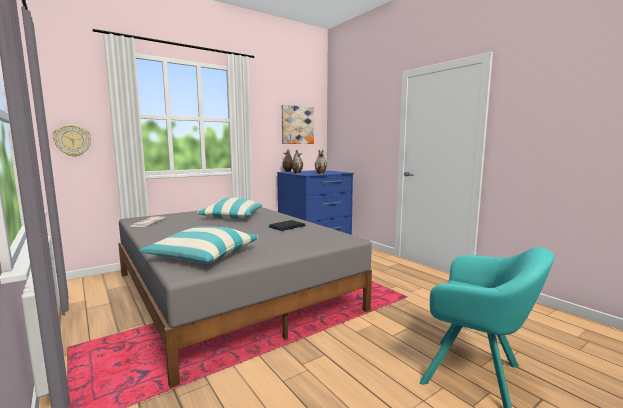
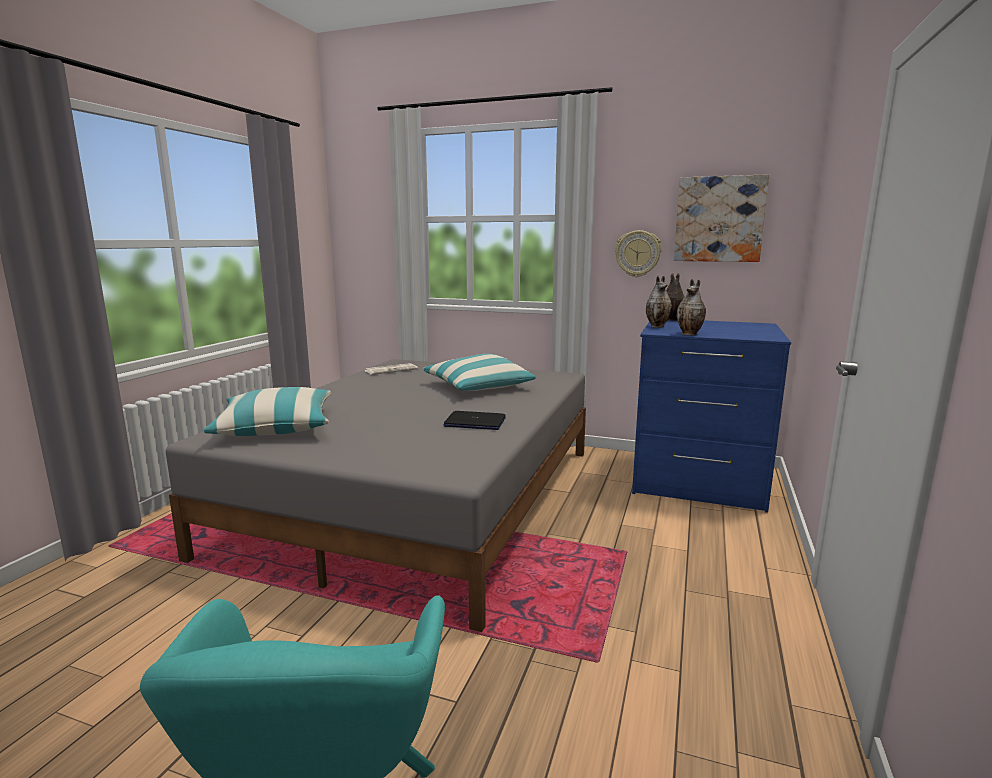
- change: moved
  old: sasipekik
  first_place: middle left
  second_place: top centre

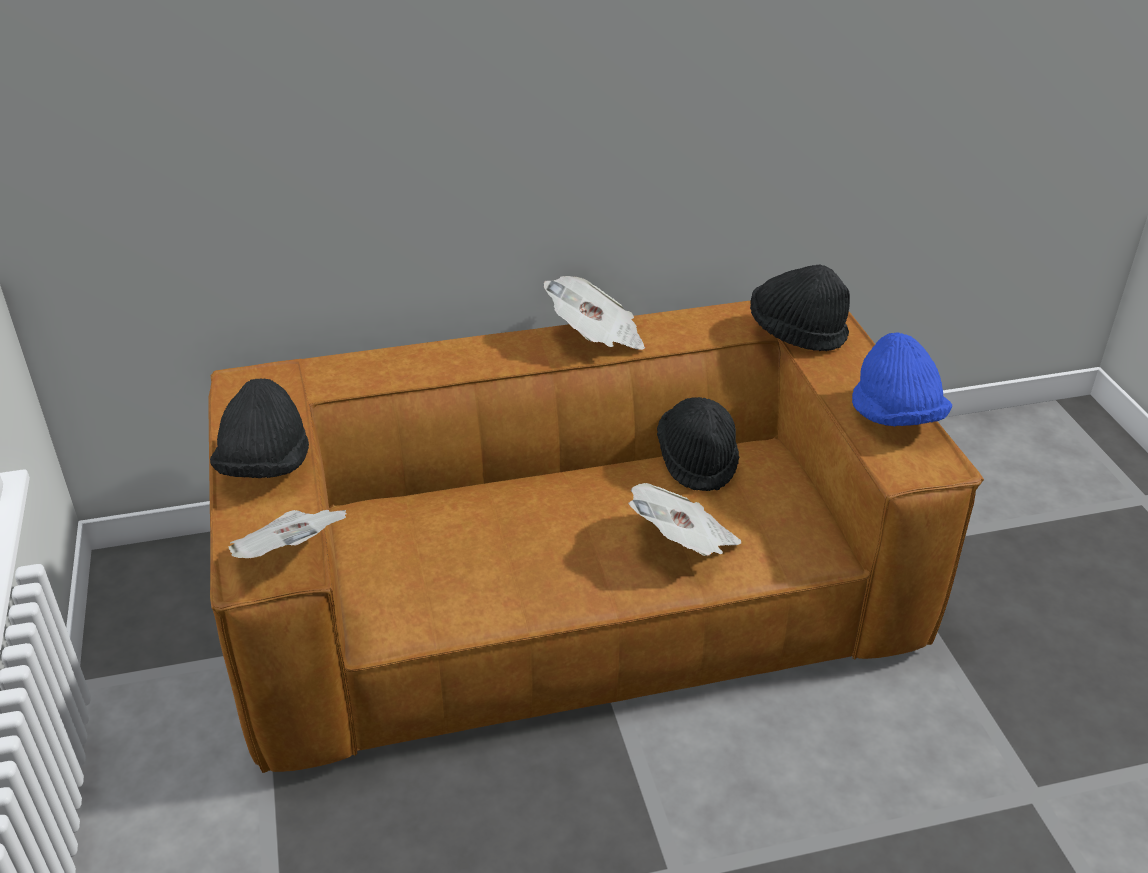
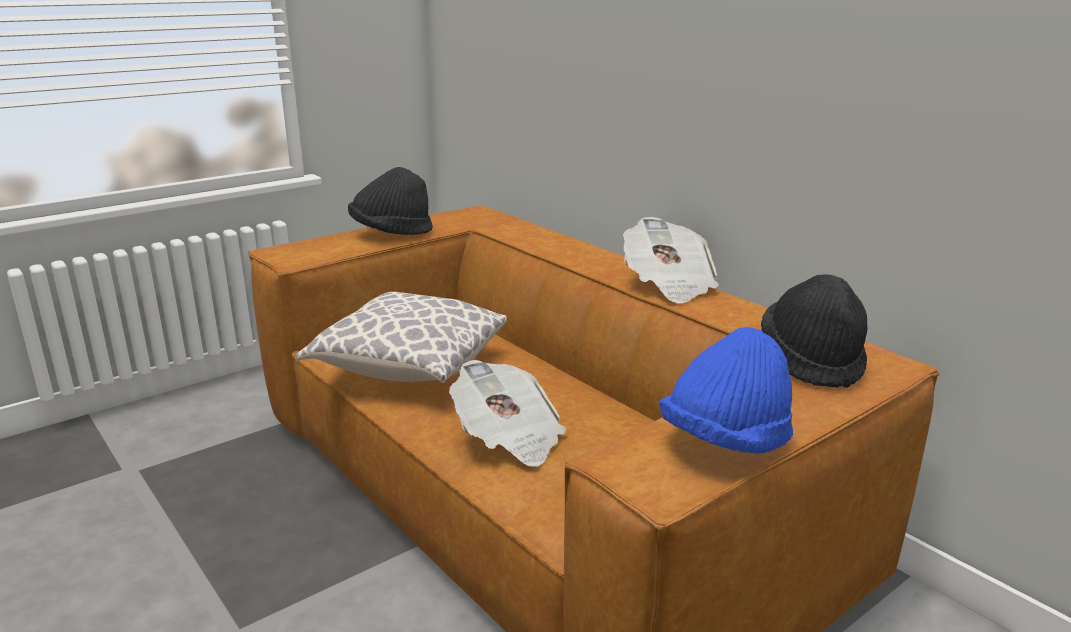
- change: removed
  old: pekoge (1st from left)
  first_place: middle left
- change: removed
  old: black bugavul (2nd from left)
  first_place: centre
- change: added
  new: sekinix
  second_place: centre

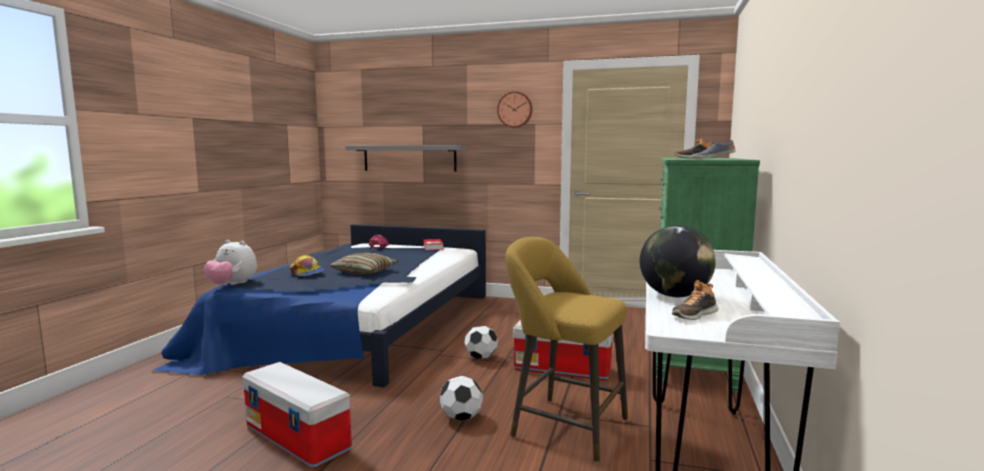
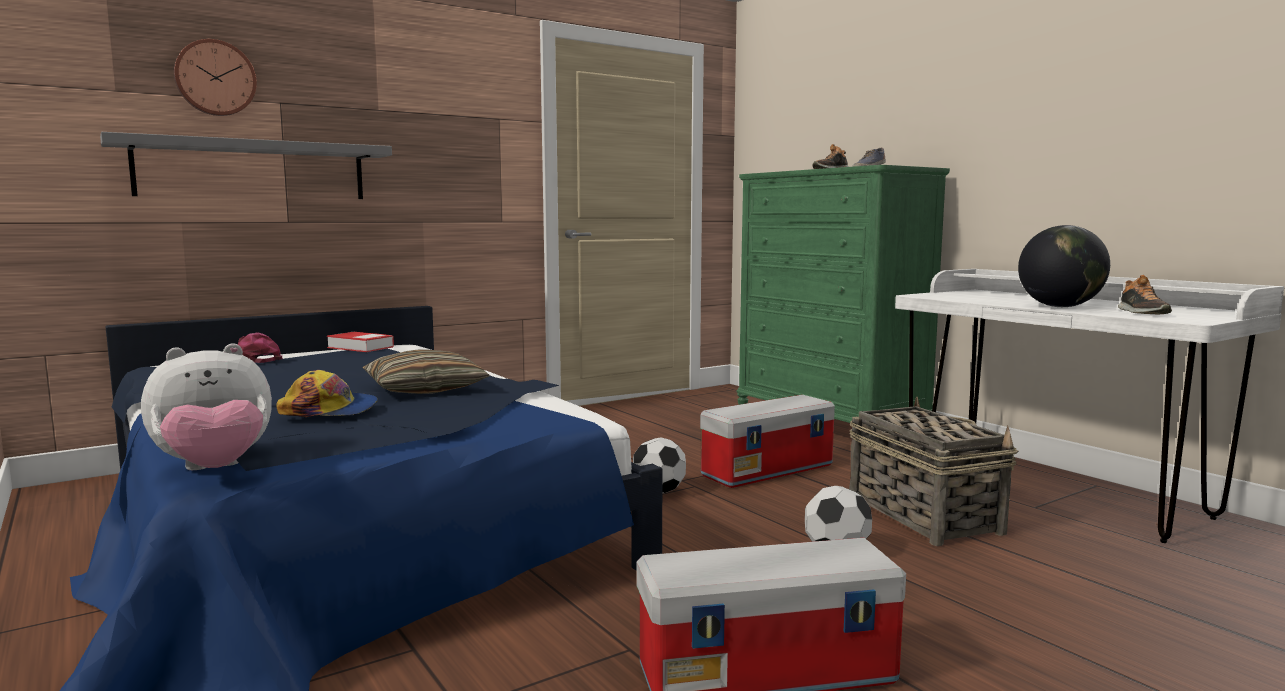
- change: moved
  old: sasipekik
  first_place: top centre
  second_place: top left
- change: replaced
  old: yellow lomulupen
  new: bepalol
  first_place: bottom centre
  second_place: bottom right

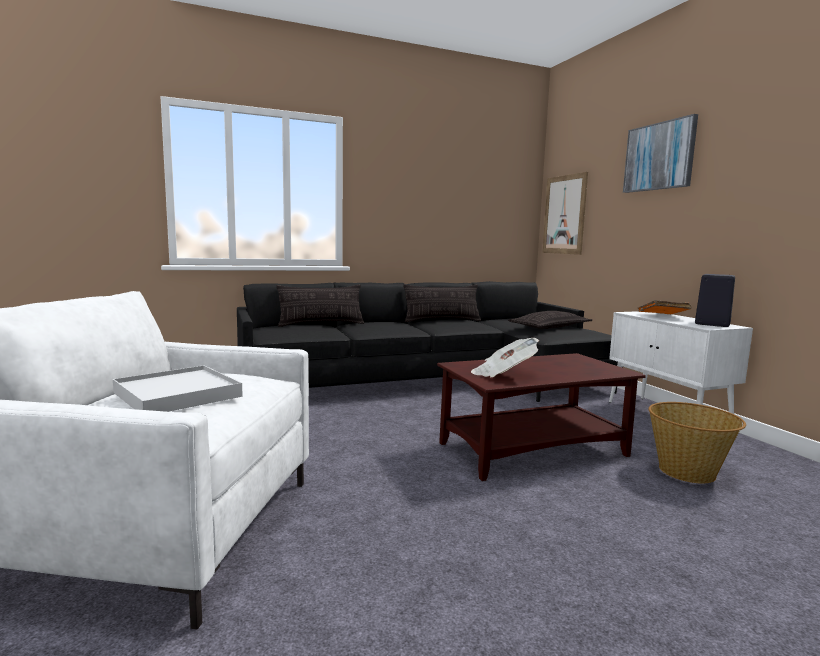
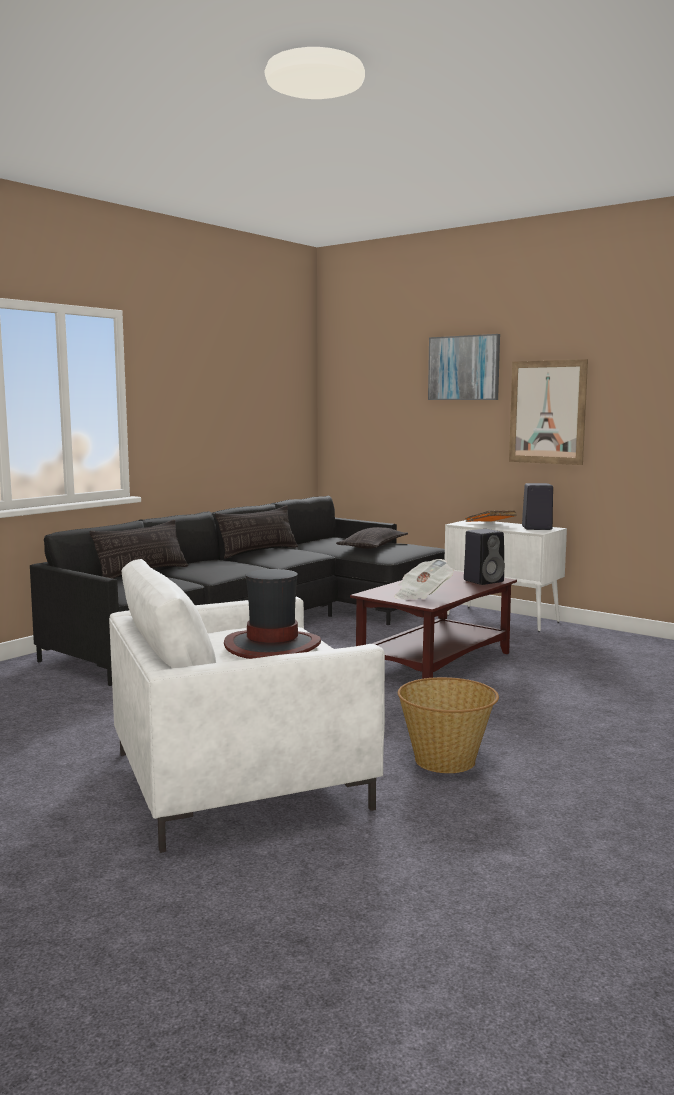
- change: added
  new: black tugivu (1st from left)
  second_place: middle right
- change: moved
  old: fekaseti (1st from left in the first image)
  new: fekaseti (2nd from left)
  first_place: top right
  second_place: middle right
- change: moved
  old: bepalol
  first_place: bottom right
  second_place: centre
- change: replaced
  old: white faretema
  new: bugavul
  first_place: middle left
  second_place: centre

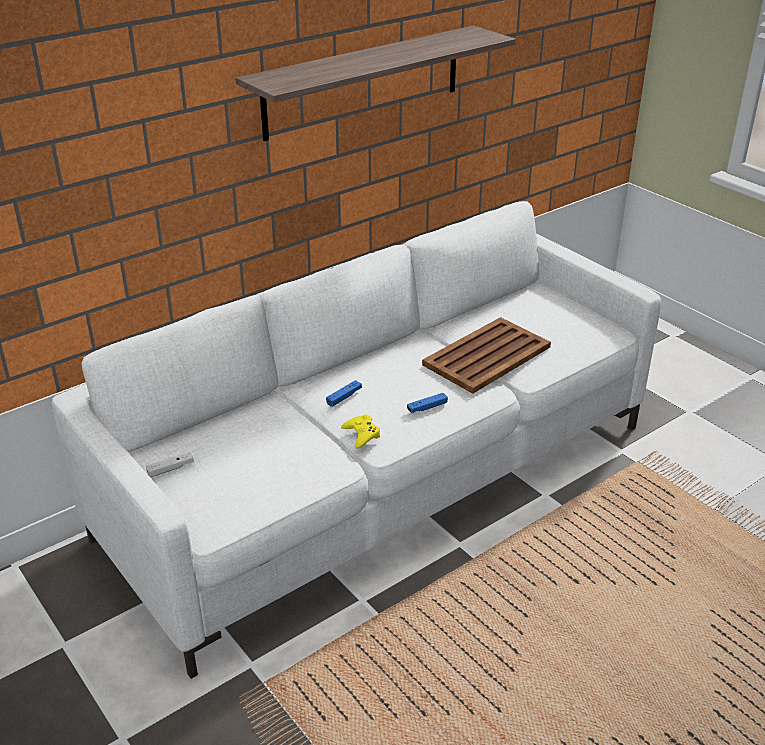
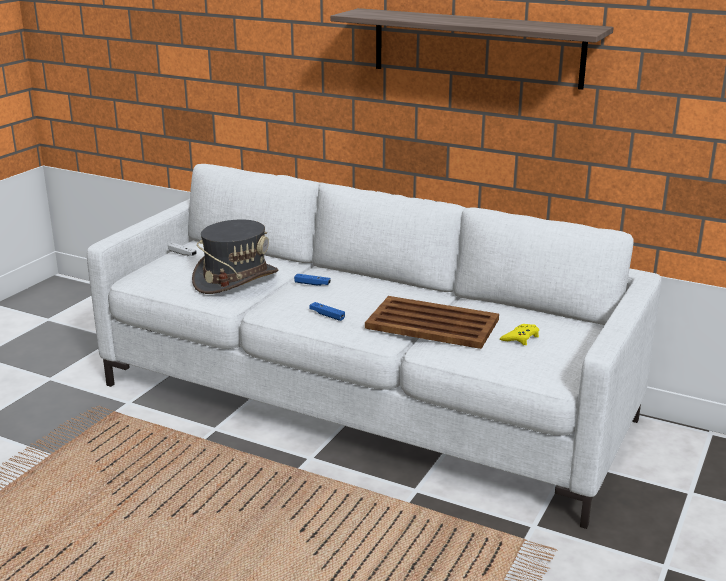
- change: added
  new: grey bugavul
  second_place: middle left
- change: moved
  old: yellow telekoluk
  first_place: centre
  second_place: middle right

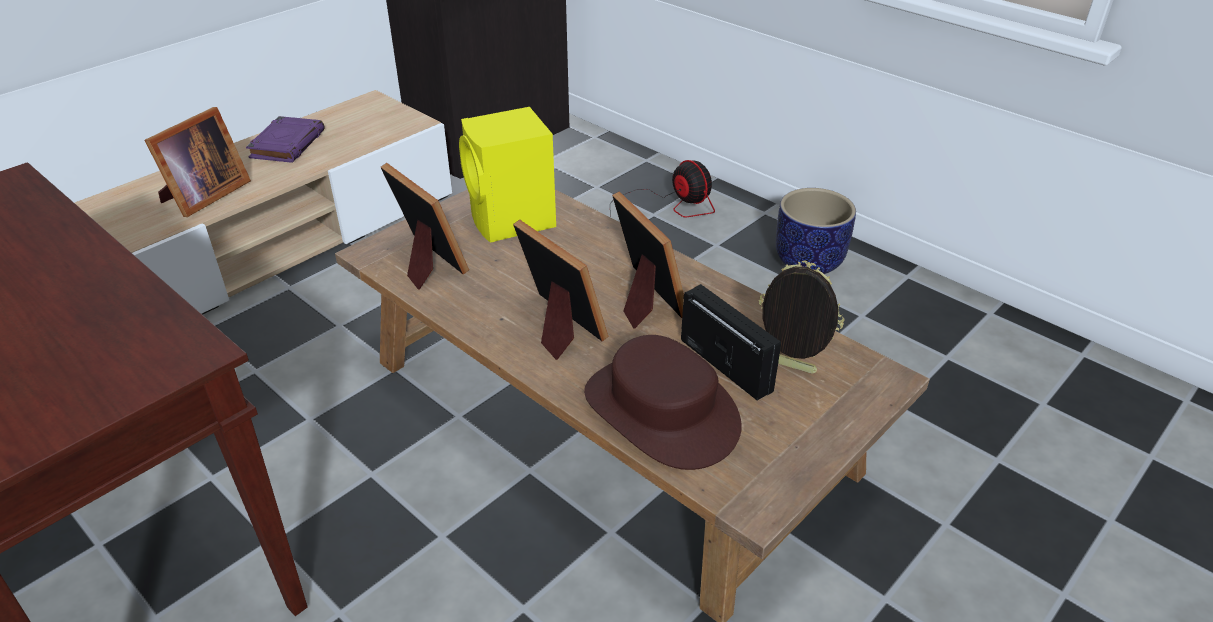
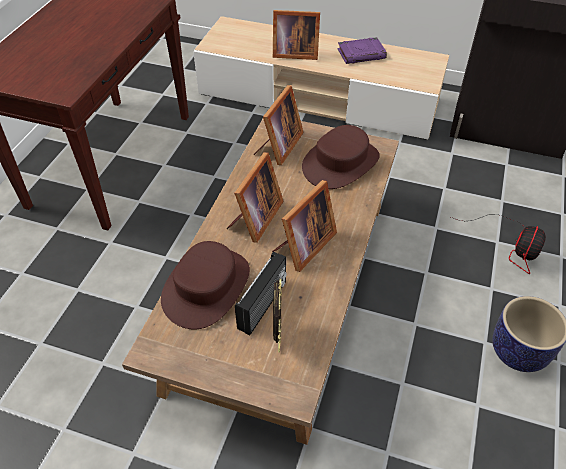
- change: replaced
  old: yellow tugivu
  new: brown bugavul (2nd from left)
  first_place: top centre
  second_place: centre

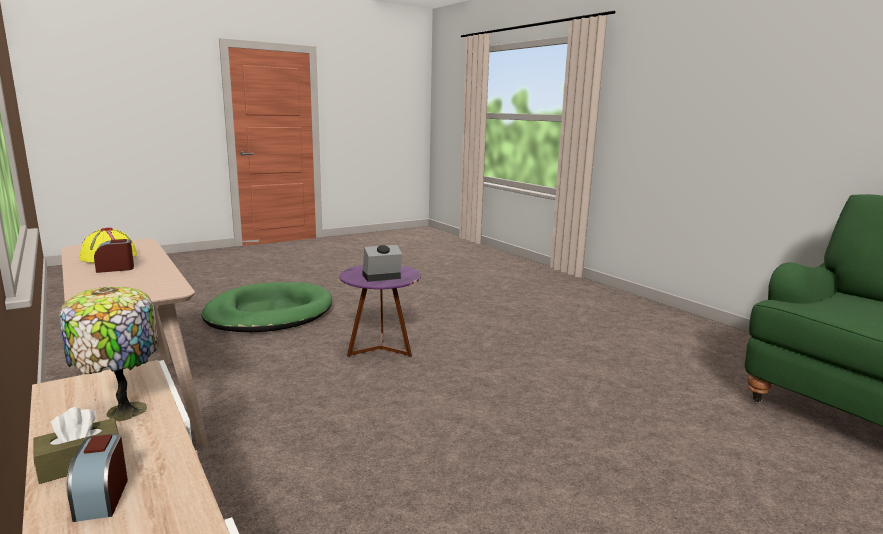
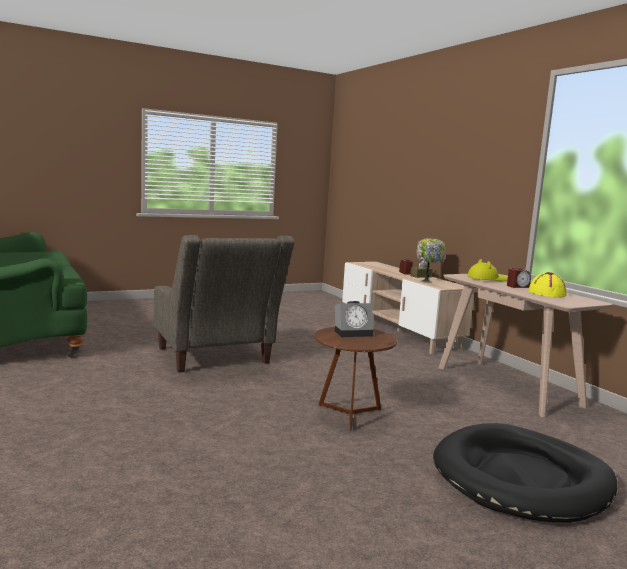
- change: added
  new: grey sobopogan
  second_place: centre
- change: added
  new: yellow bugavul (1st from left)
  second_place: middle right
- change: recoloured
  old: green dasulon
  new: black dasulon
  first_place: middle left
  second_place: bottom right
- change: recoloured
  old: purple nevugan
  new: brown nevugan
  first_place: centre
  second_place: centre

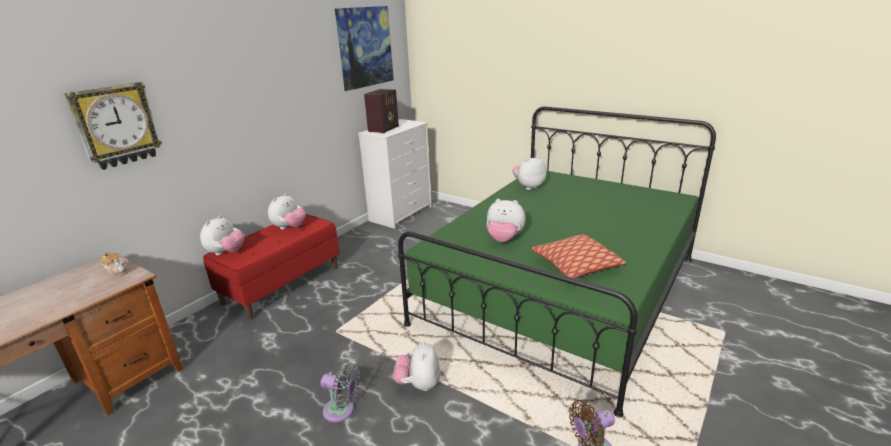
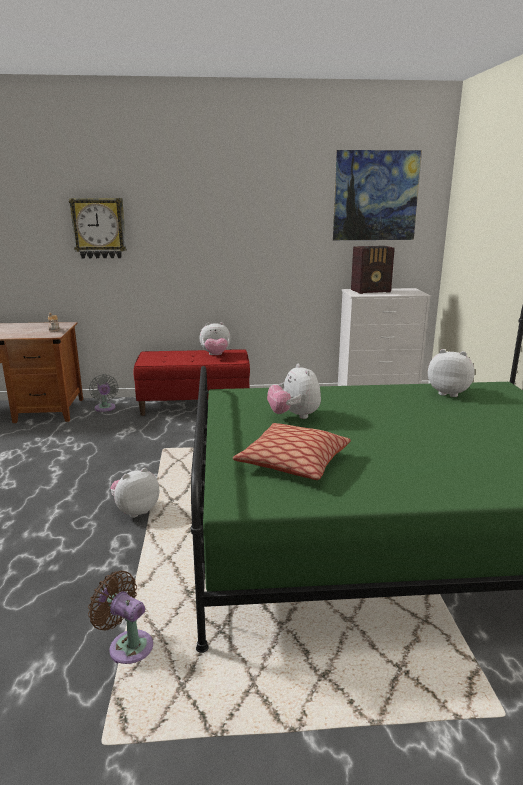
- change: removed
  old: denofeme (1st from left)
  first_place: middle left
- change: moved
  old: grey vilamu
  first_place: bottom centre
  second_place: middle left

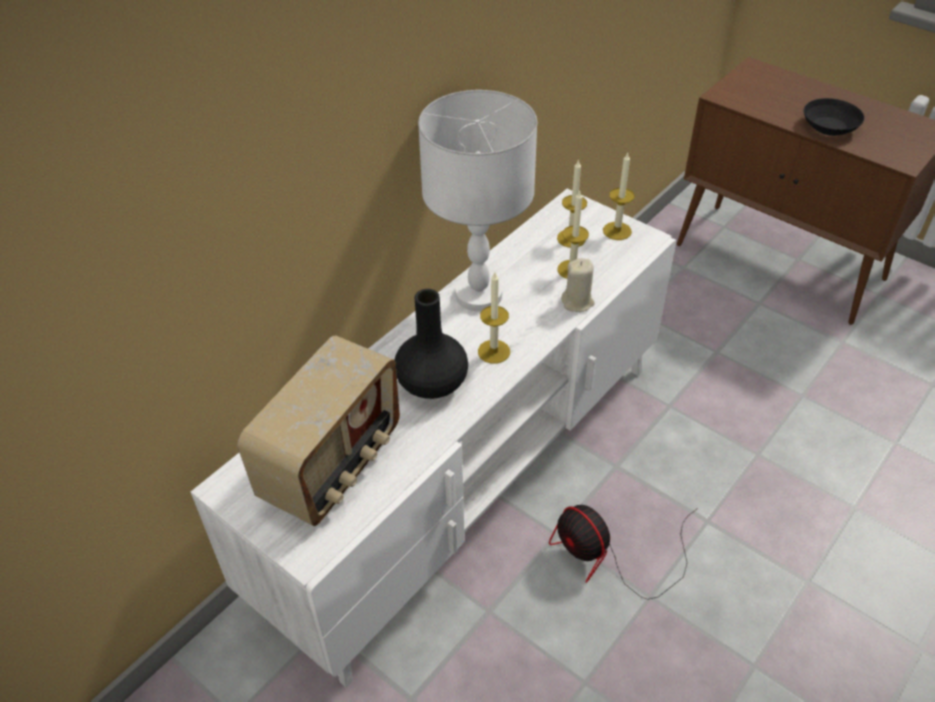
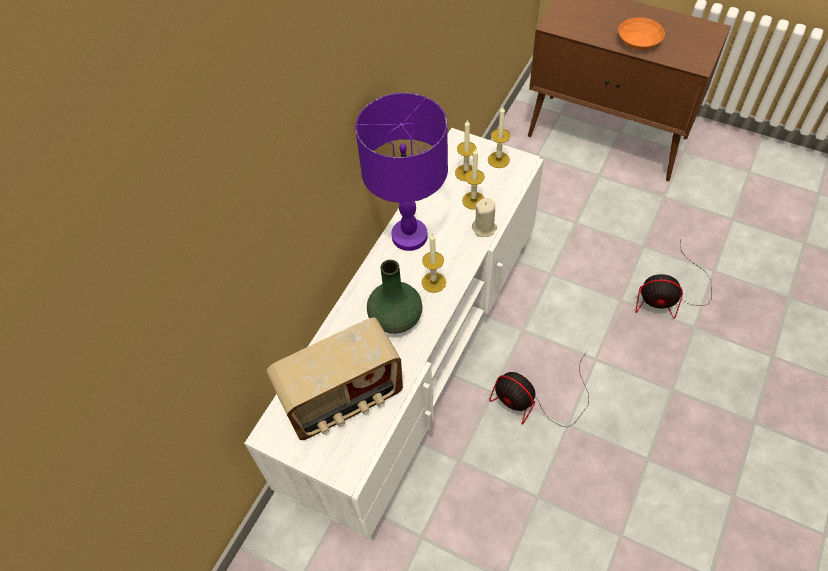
- change: added
  new: vilamu (2nd from left)
  second_place: middle right
- change: recoloured
  old: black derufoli
  new: green derufoli
  first_place: centre
  second_place: centre
- change: recoloured
  old: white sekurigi
  new: purple sekurigi
  first_place: top centre
  second_place: top centre
- change: recoloured
  old: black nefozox
  new: orange nefozox
  first_place: top right
  second_place: top right
- change: turned
  old: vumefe
  first_place: centre
  second_place: centre
  degrees: 45

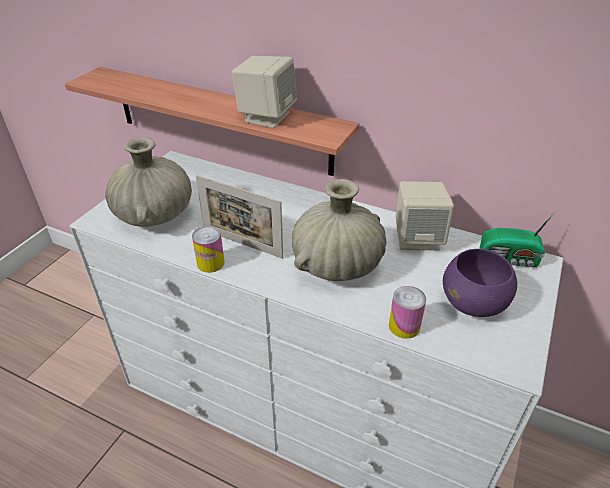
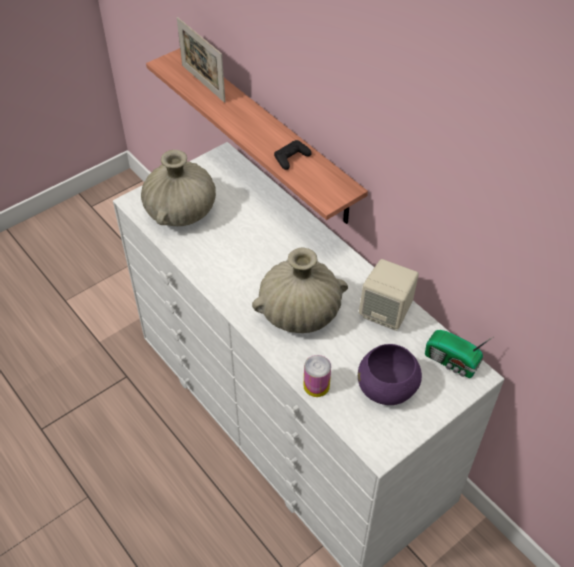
- change: removed
  old: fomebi (1st from left)
  first_place: centre
- change: moved
  old: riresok
  first_place: centre
  second_place: top centre
- change: replaced
  old: beige tugivu (1st from left)
  new: black telekoluk
  first_place: top centre
  second_place: top centre

